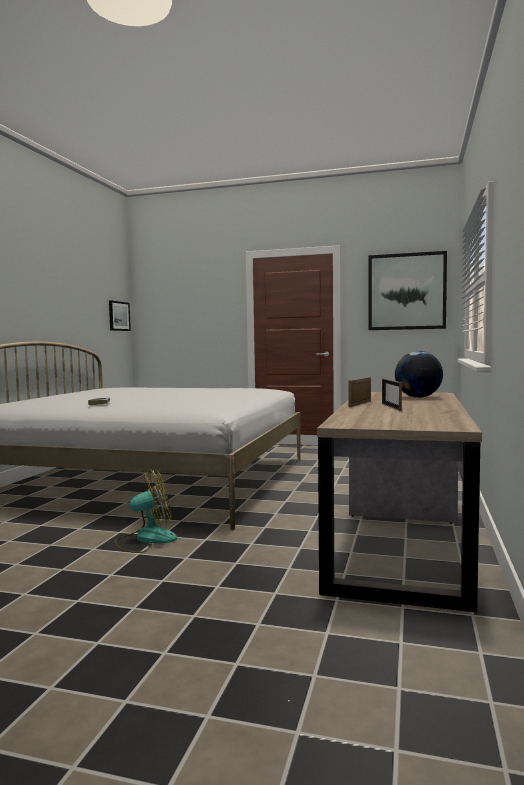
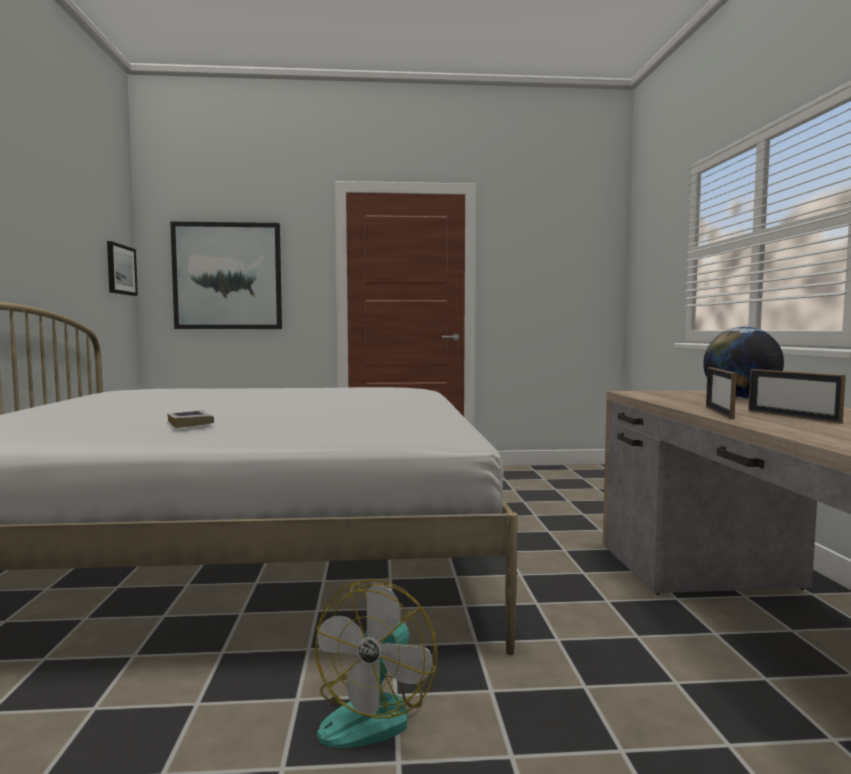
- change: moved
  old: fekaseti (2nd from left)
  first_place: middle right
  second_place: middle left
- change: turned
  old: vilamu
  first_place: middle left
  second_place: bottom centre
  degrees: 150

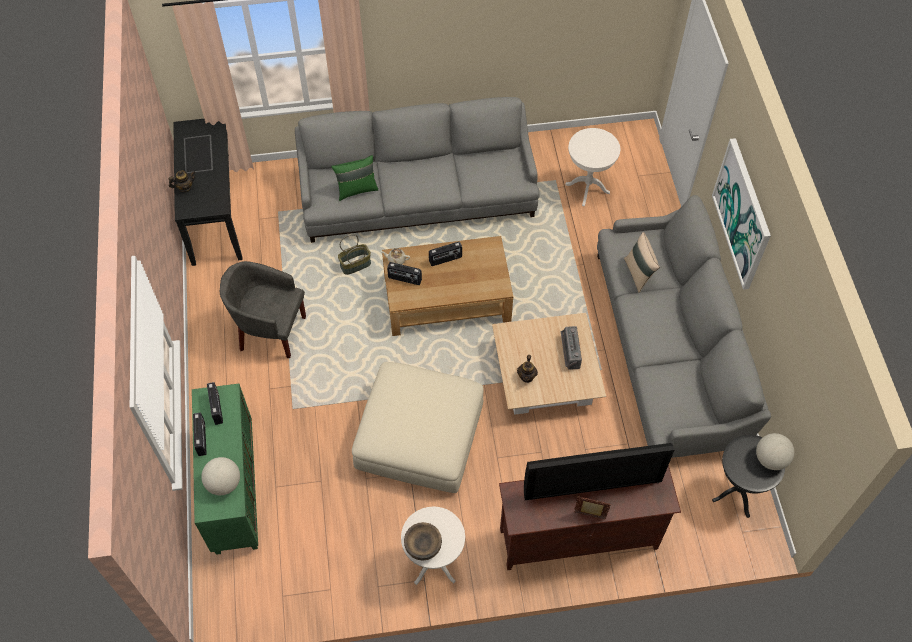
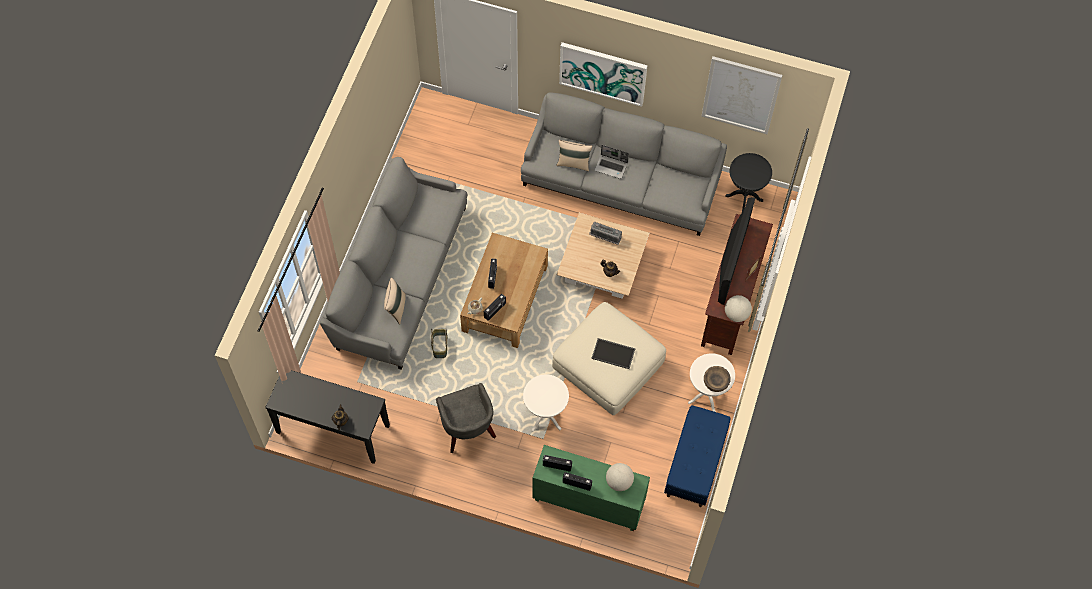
- change: added
  new: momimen
  second_place: top centre
- change: added
  new: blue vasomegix
  second_place: bottom centre
- change: added
  new: fekaseti (2nd from left)
  second_place: top right
- change: moved
  old: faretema
  first_place: top left
  second_place: centre
- change: moved
  old: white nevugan (2nd from left in the first image)
  new: white nevugan (1st from left)
  first_place: top centre
  second_place: bottom centre
- change: moved
  old: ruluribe (2nd from left)
  first_place: bottom right
  second_place: middle right
- change: recoloured
  old: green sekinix
  new: beige sekinix (1st from left)
  first_place: top centre
  second_place: centre
- change: turned
  old: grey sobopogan
  first_place: middle left
  second_place: bottom centre
  degrees: -60

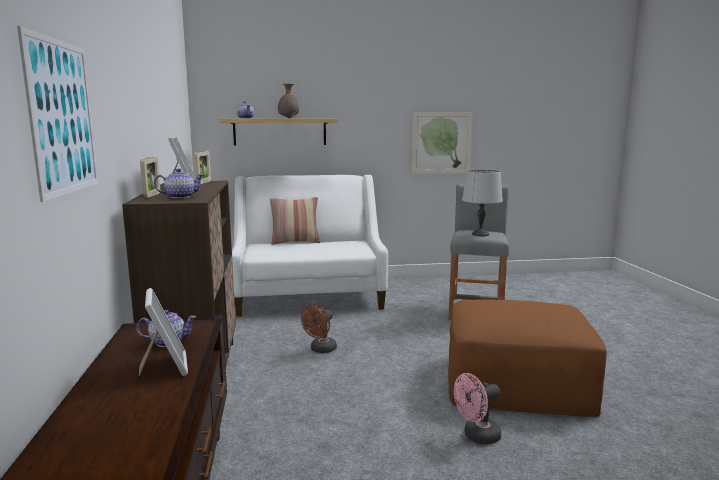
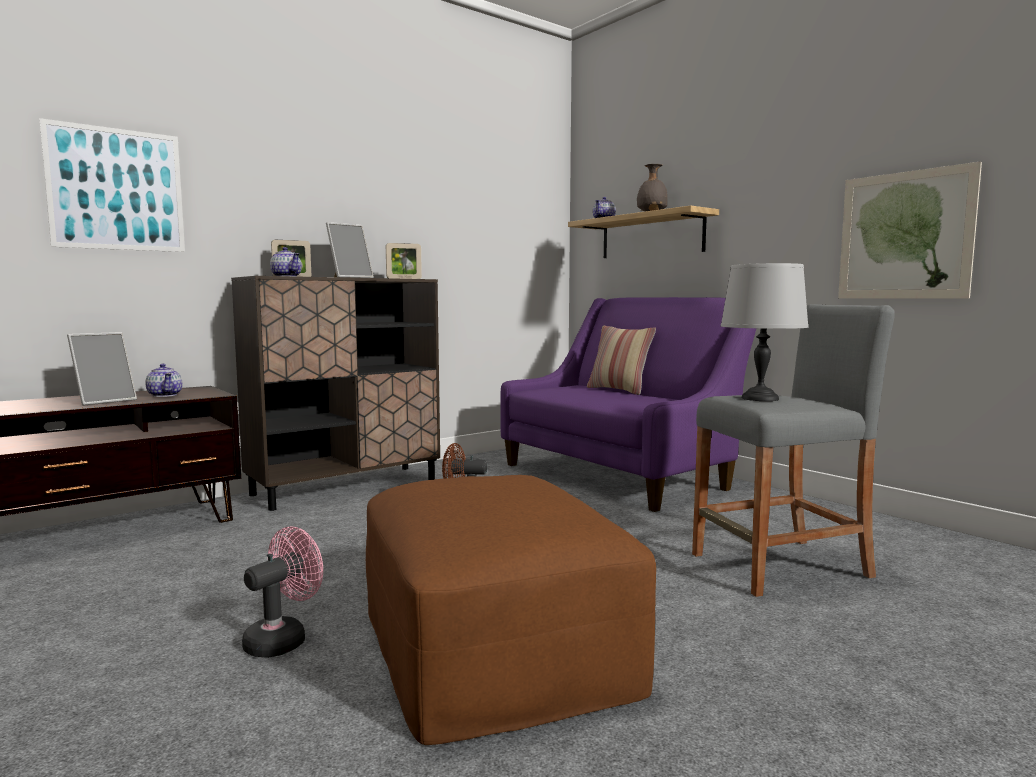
- change: recoloured
  old: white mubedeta
  new: purple mubedeta
  first_place: centre
  second_place: centre
- change: turned
  old: pink vilamu
  first_place: bottom centre
  second_place: bottom left
  degrees: 90

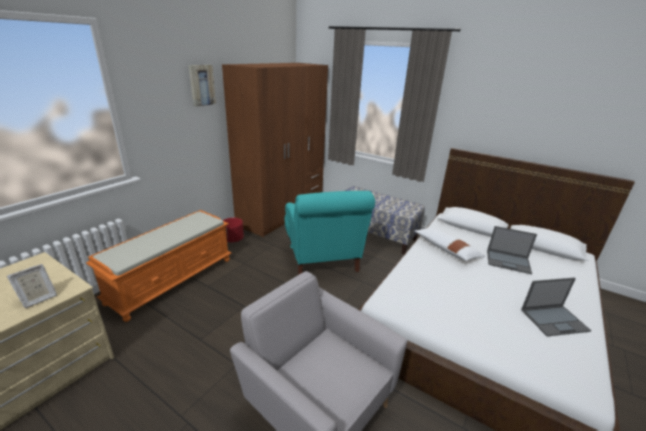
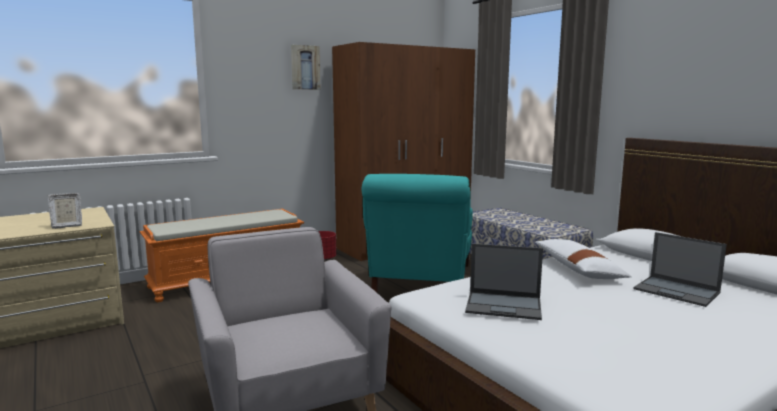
- change: moved
  old: momimen (2nd from left in the first image)
  new: momimen (1st from left)
  first_place: bottom right
  second_place: bottom centre

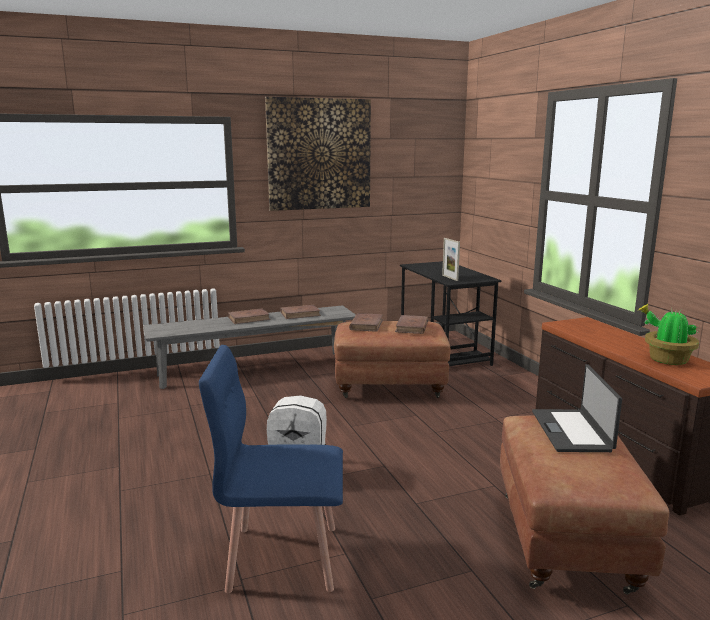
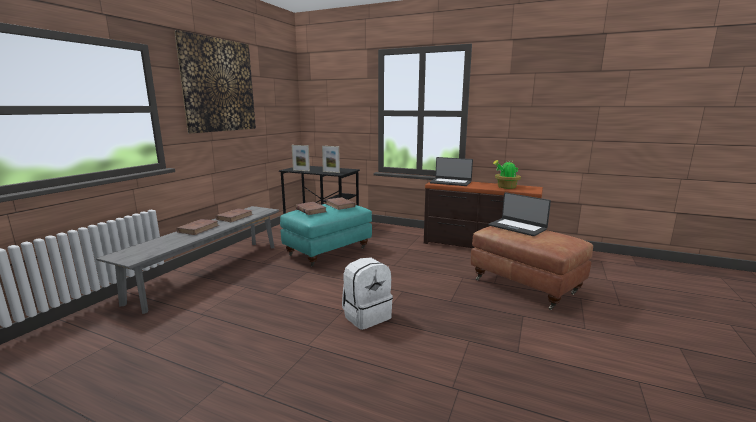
- change: removed
  old: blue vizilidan
  first_place: bottom centre
- change: added
  new: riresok (1st from left)
  second_place: centre
- change: added
  new: momimen (1st from left)
  second_place: centre
- change: recoloured
  old: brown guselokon (1st from left)
  new: turquoise guselokon
  first_place: centre
  second_place: centre

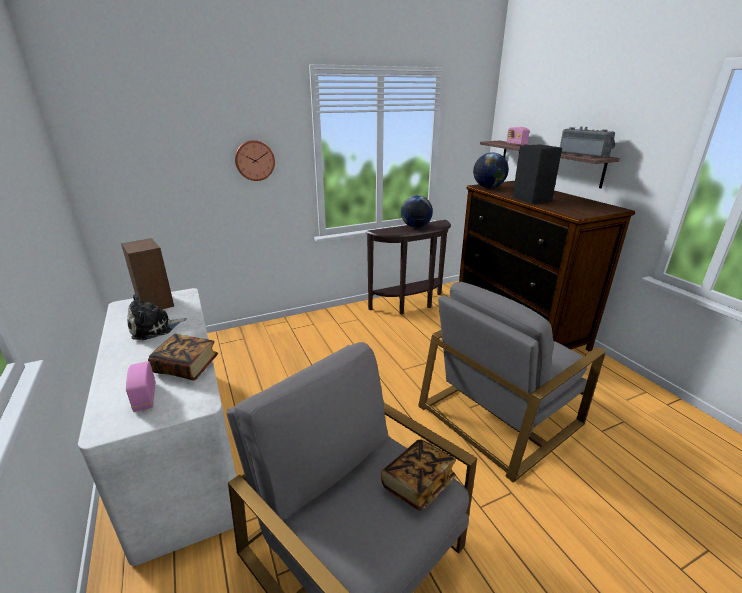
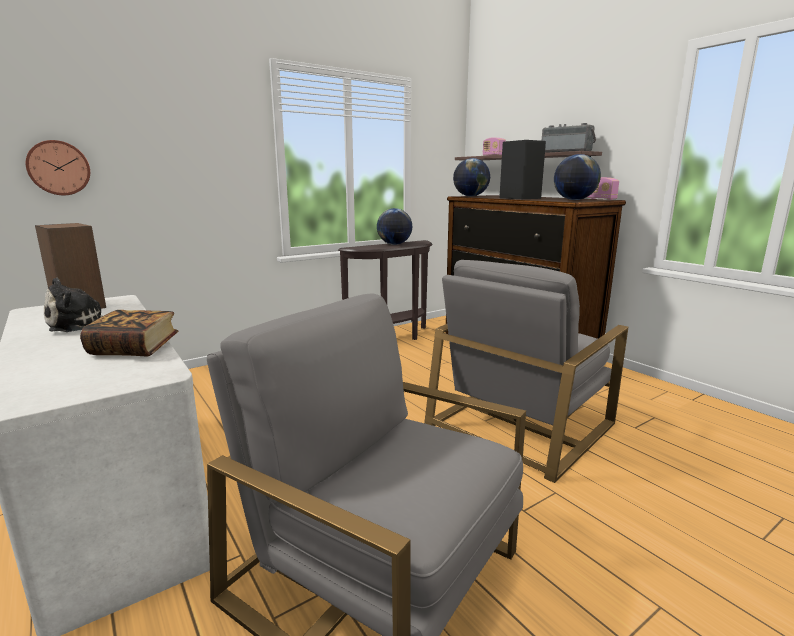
- change: removed
  old: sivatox (2nd from left)
  first_place: bottom centre
- change: added
  new: ruluribe (3rd from left)
  second_place: top right
- change: moved
  old: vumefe (1st from left in the first image)
  new: vumefe (3rd from left)
  first_place: middle left
  second_place: top right
- change: moved
  old: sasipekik
  first_place: top centre
  second_place: top left

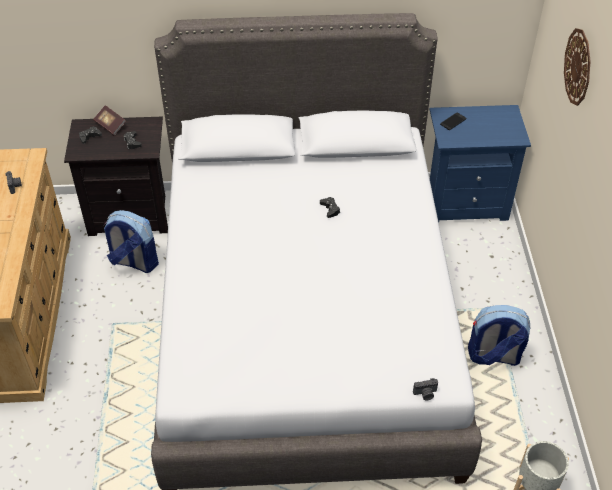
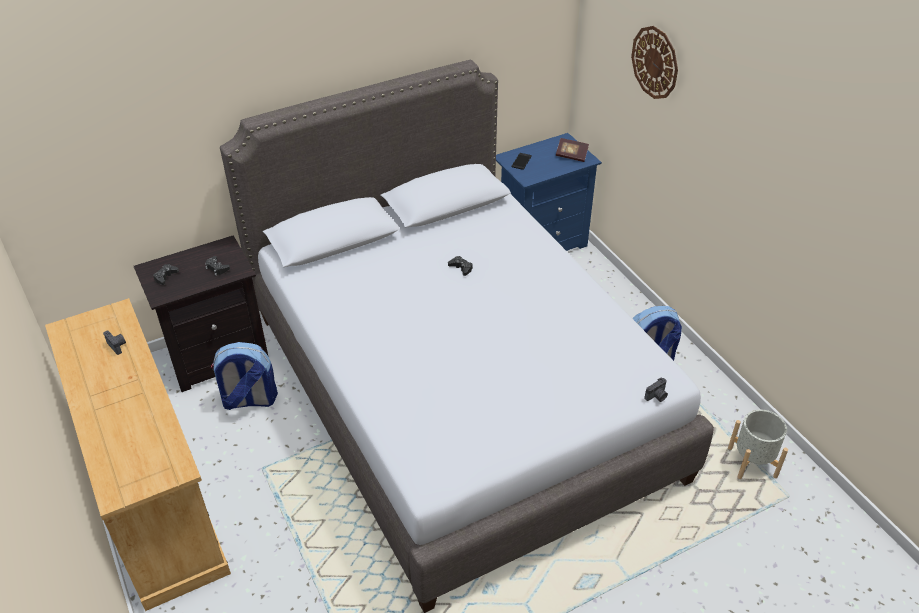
- change: moved
  old: sivatox
  first_place: top left
  second_place: top centre

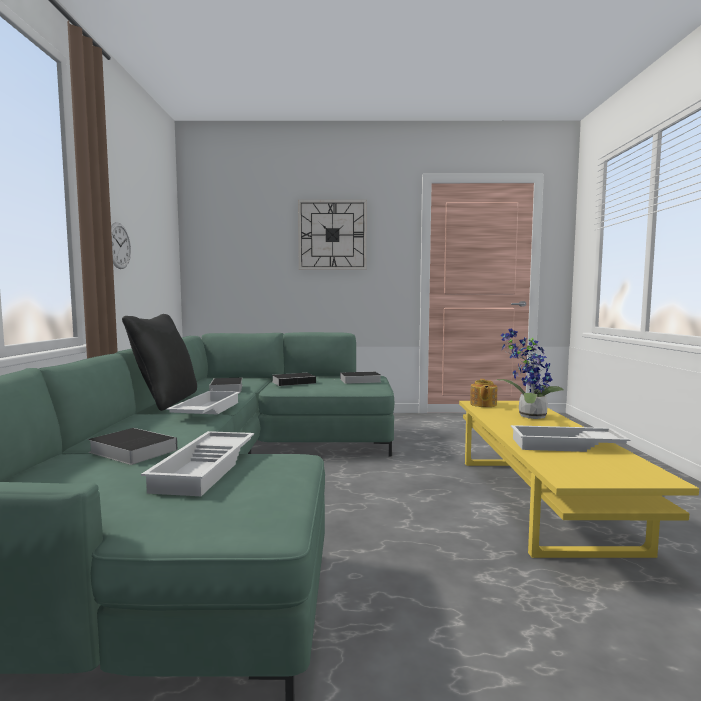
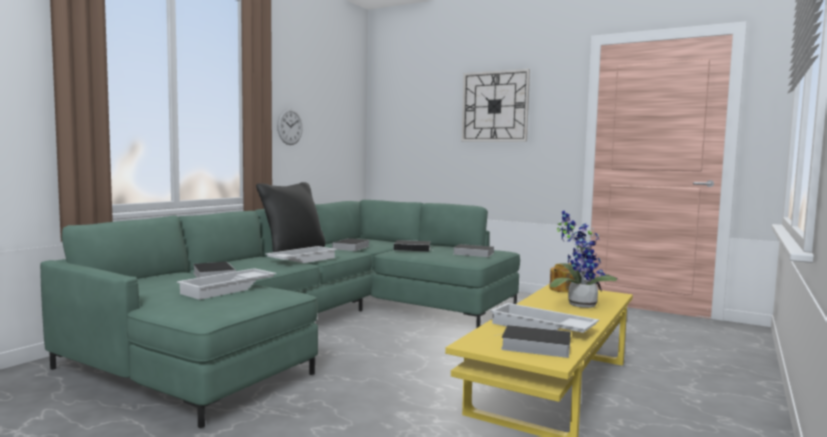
- change: added
  new: sivatox (5th from left)
  second_place: bottom centre

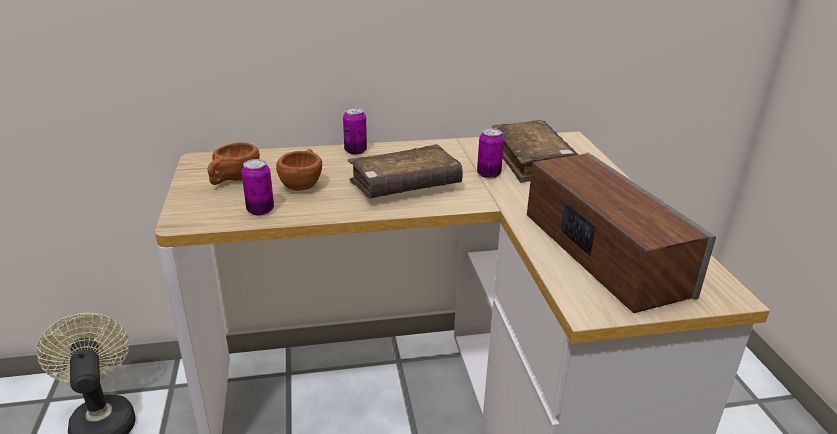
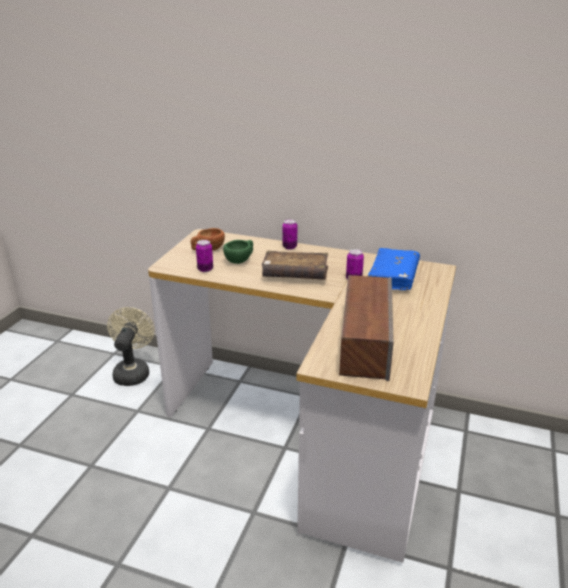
- change: recoloured
  old: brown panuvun (2nd from left)
  new: green panuvun
  first_place: centre
  second_place: centre
- change: recoloured
  old: brown sivatox (2nd from left)
  new: blue sivatox
  first_place: centre
  second_place: middle right

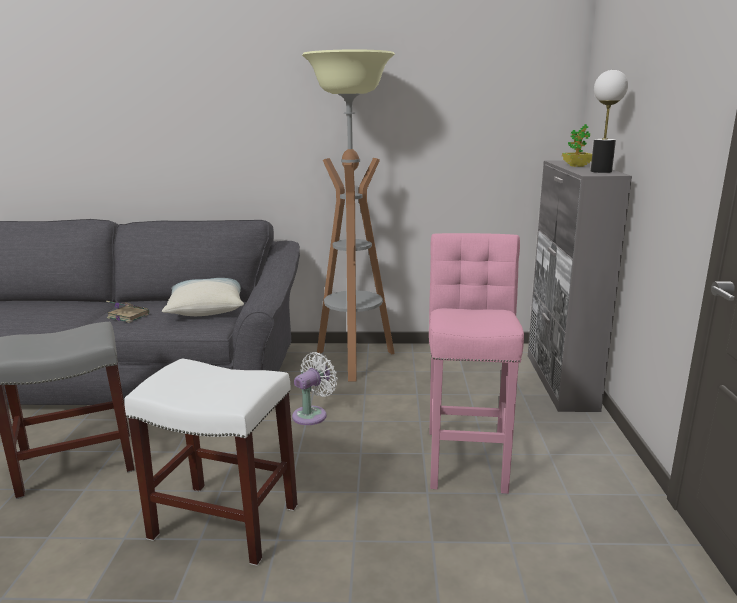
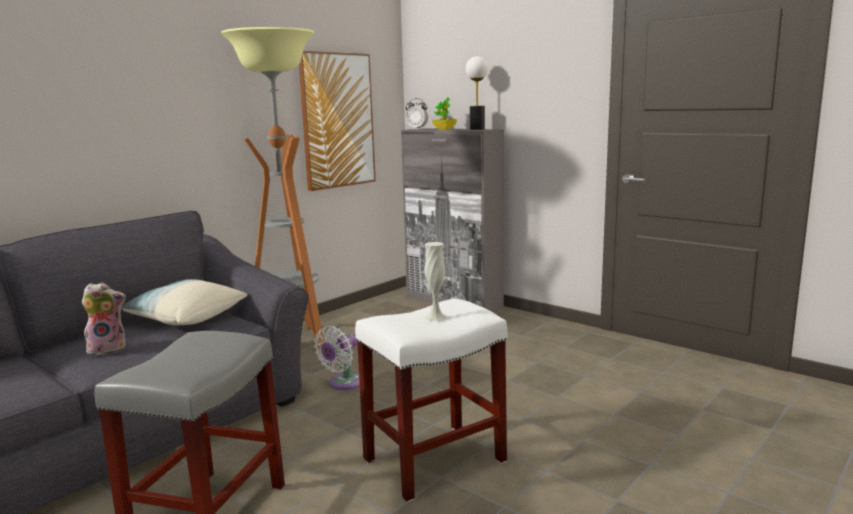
- change: removed
  old: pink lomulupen
  first_place: centre
- change: added
  new: fekaseti
  second_place: top centre
- change: added
  new: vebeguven
  second_place: top centre
- change: added
  new: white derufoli
  second_place: centre
- change: replaced
  old: sivatox
  new: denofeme
  first_place: middle left
  second_place: middle left
- change: turned
  old: white vilamu
  first_place: centre
  second_place: bottom centre
  degrees: -135

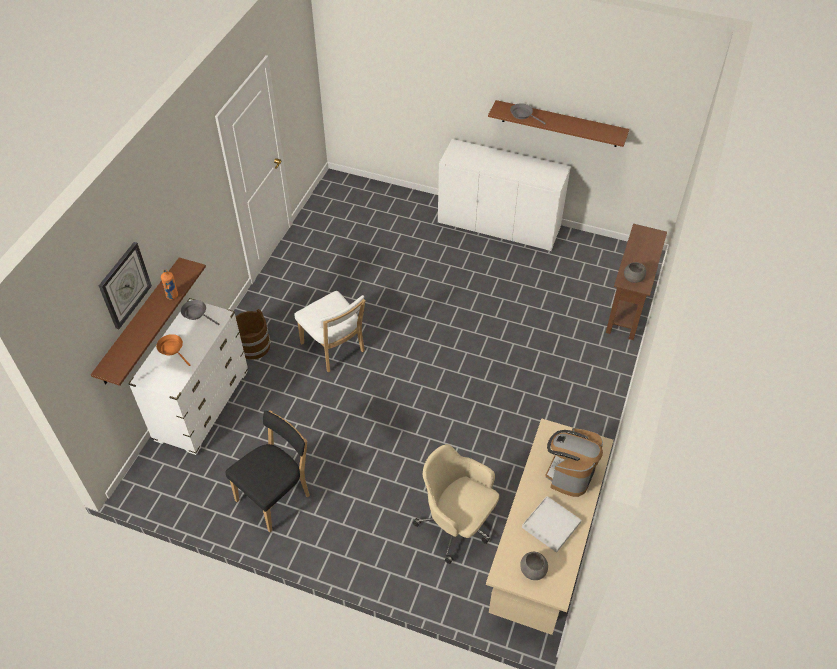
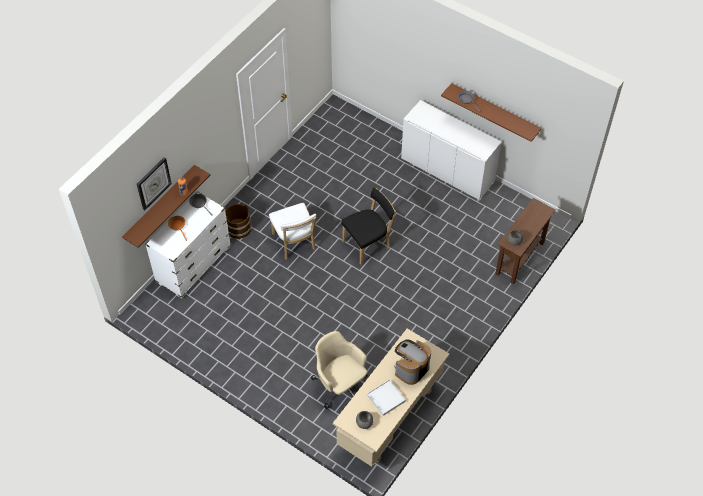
- change: moved
  old: black vizilidan
  first_place: bottom left
  second_place: centre

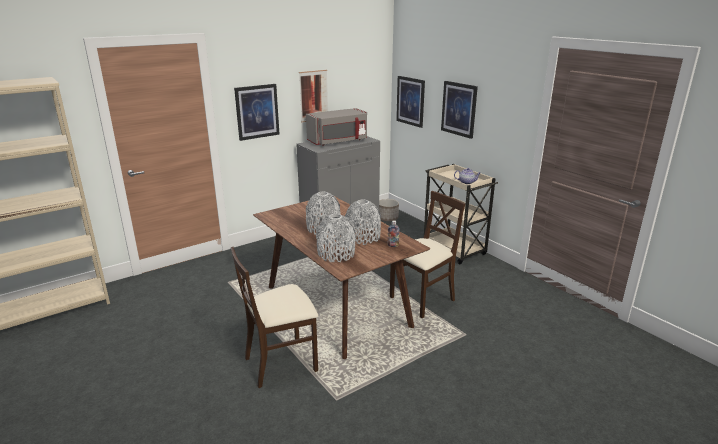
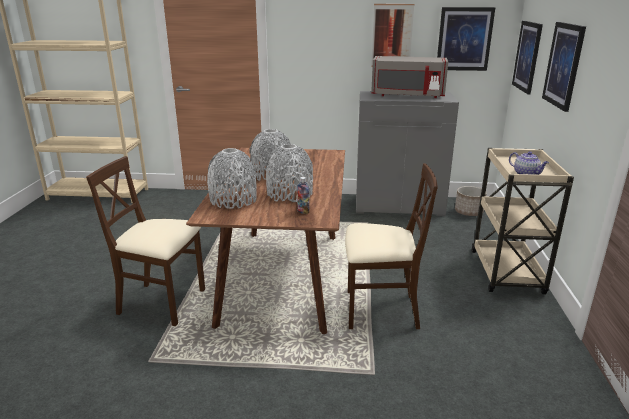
- change: moved
  old: fekaseti (1st from left in the first image)
  new: fekaseti (2nd from left)
  first_place: top centre
  second_place: top right

